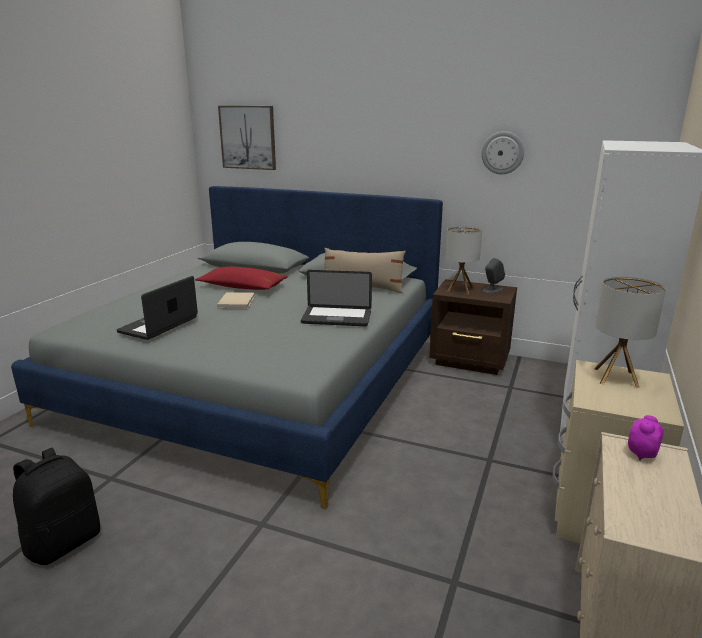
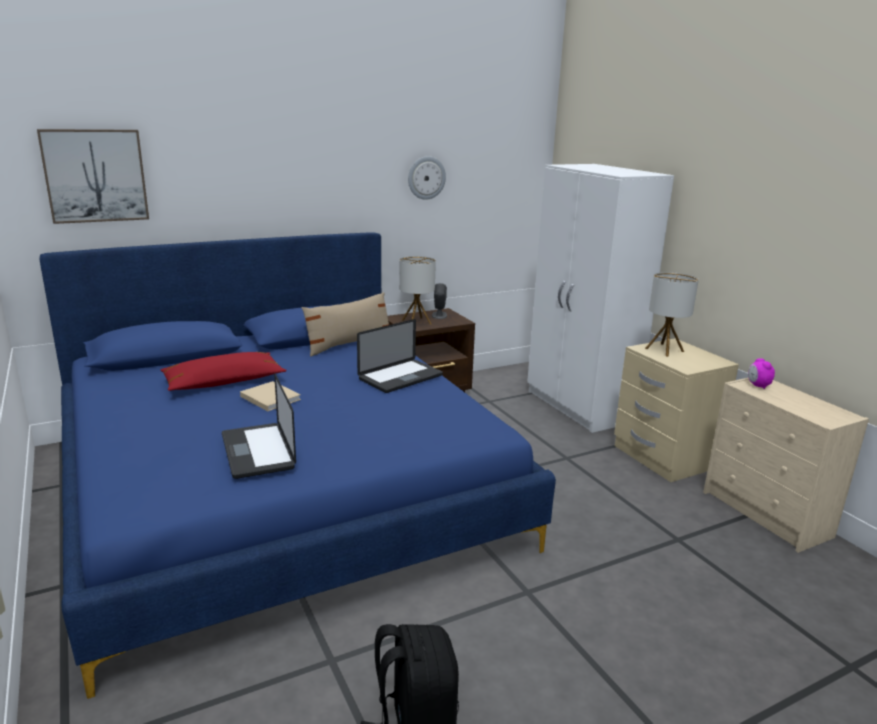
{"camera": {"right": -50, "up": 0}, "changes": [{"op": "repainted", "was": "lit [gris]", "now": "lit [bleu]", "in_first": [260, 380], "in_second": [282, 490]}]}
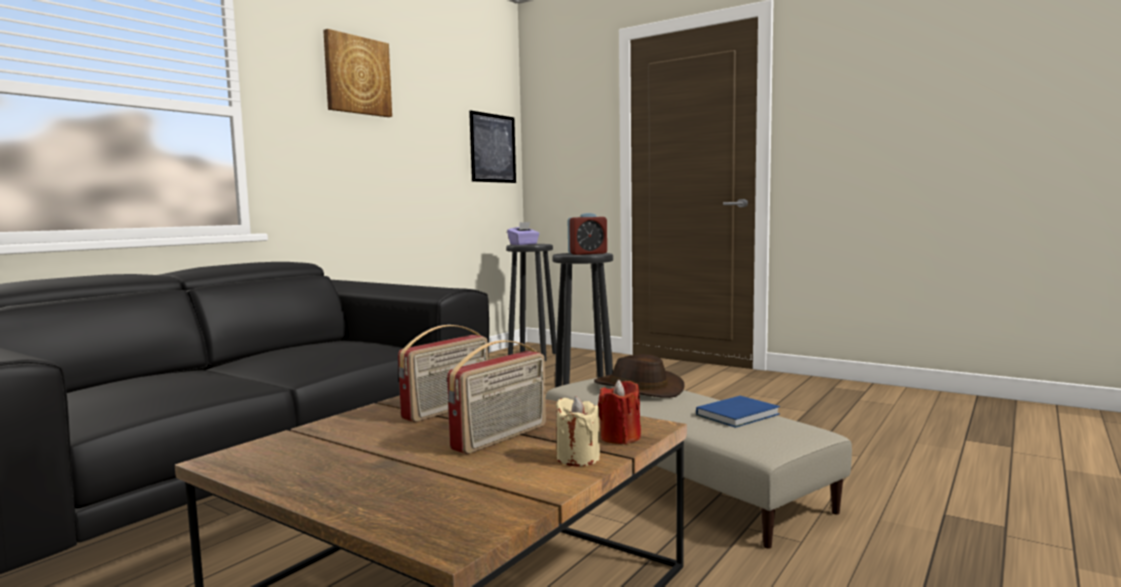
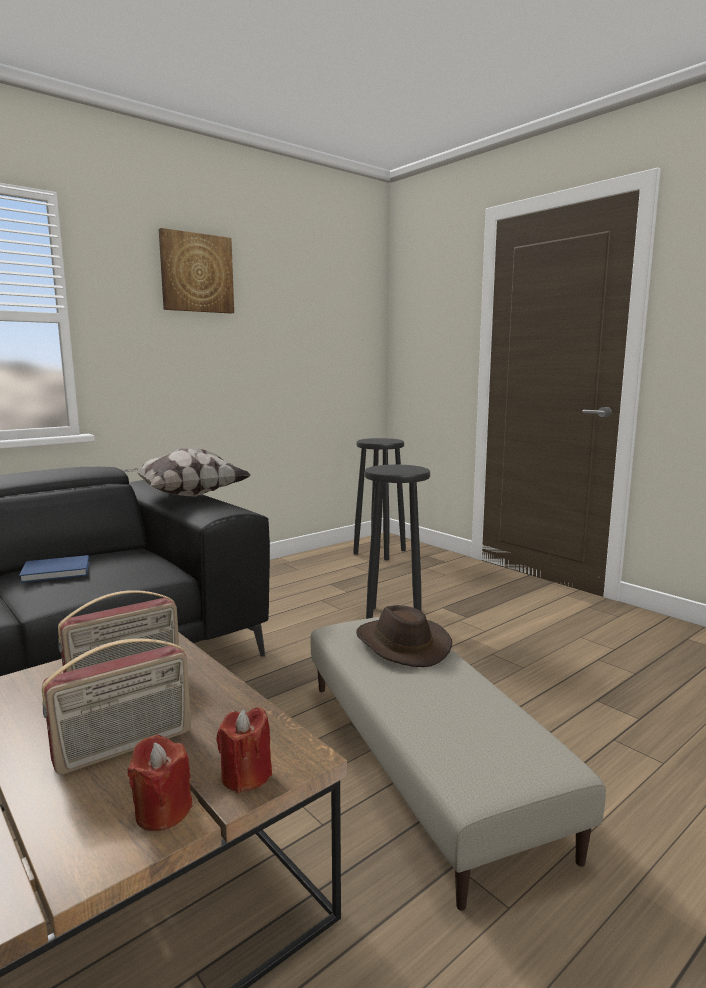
{"camera": {"right": 15, "up": 5}, "changes": [{"op": "gone", "was": "tableau", "in_first": [493, 148]}, {"op": "gone", "was": "boîte à mouchoirs [violet]", "in_first": [523, 244]}, {"op": "gone", "was": "réveil", "in_first": [587, 253]}, {"op": "new", "now": "coussin", "in_second": [187, 495]}, {"op": "shifted", "was": "livre [bleu]", "in_first": [740, 414], "in_second": [58, 572]}, {"op": "repainted", "was": "bougie [beige]", "now": "bougie [rouge]", "in_first": [578, 458], "in_second": [162, 811]}]}
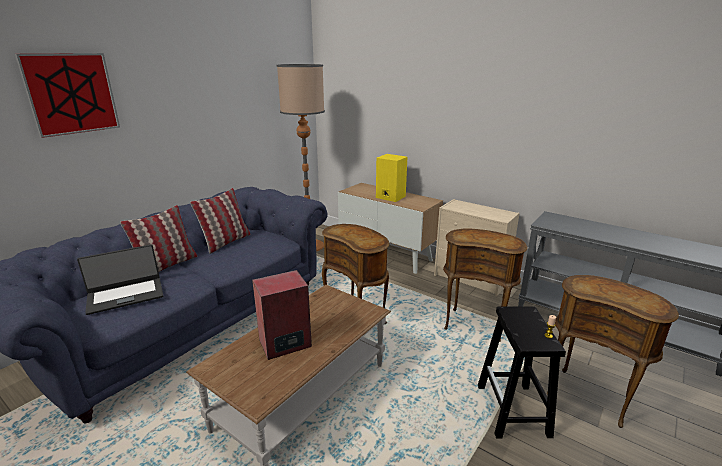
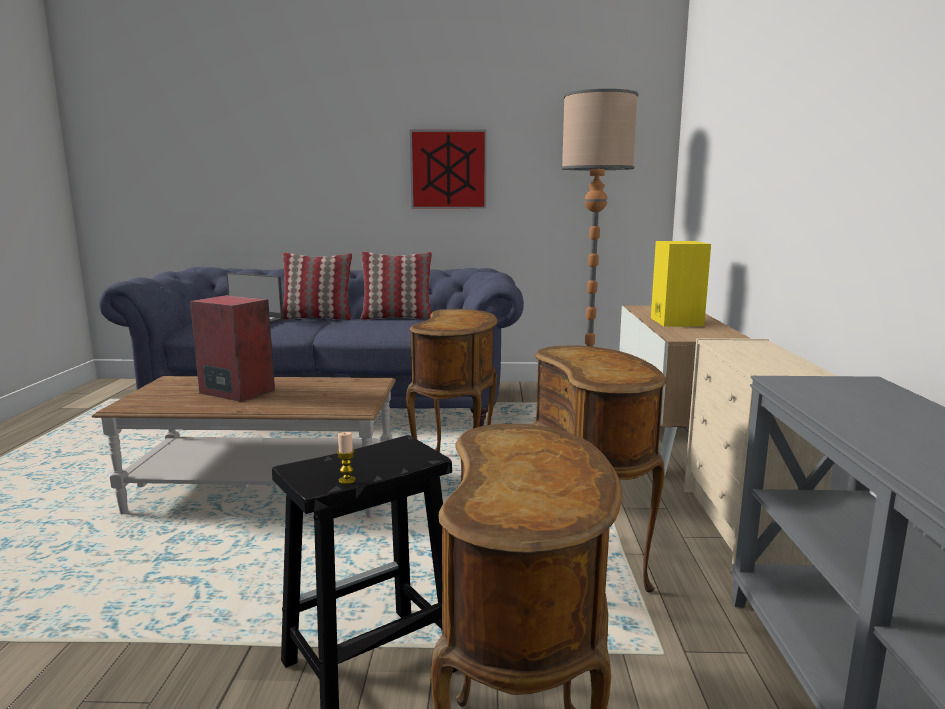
{"camera": {"right": 55, "up": -10}, "changes": [{"op": "shifted", "was": "tableau", "in_first": [71, 94], "in_second": [448, 169]}]}
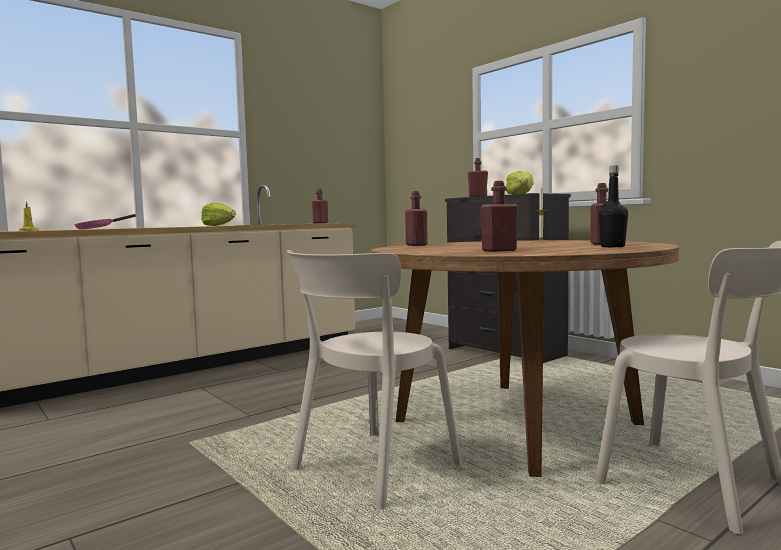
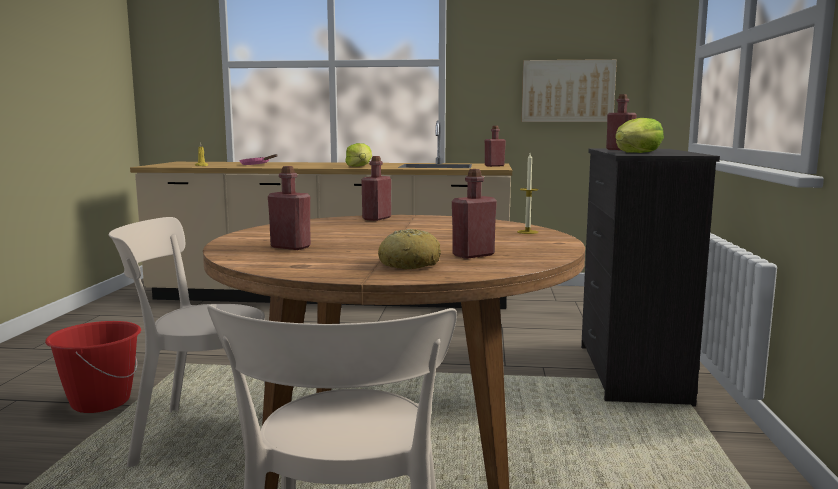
{"camera": {"right": 45, "up": 5}, "changes": [{"op": "new", "now": "seau [rouge]", "in_second": [100, 402]}, {"op": "new", "now": "tableau", "in_second": [567, 91]}, {"op": "swapped", "was": "bouteille [noir]", "now": "pain", "in_first": [612, 246], "in_second": [410, 264]}]}
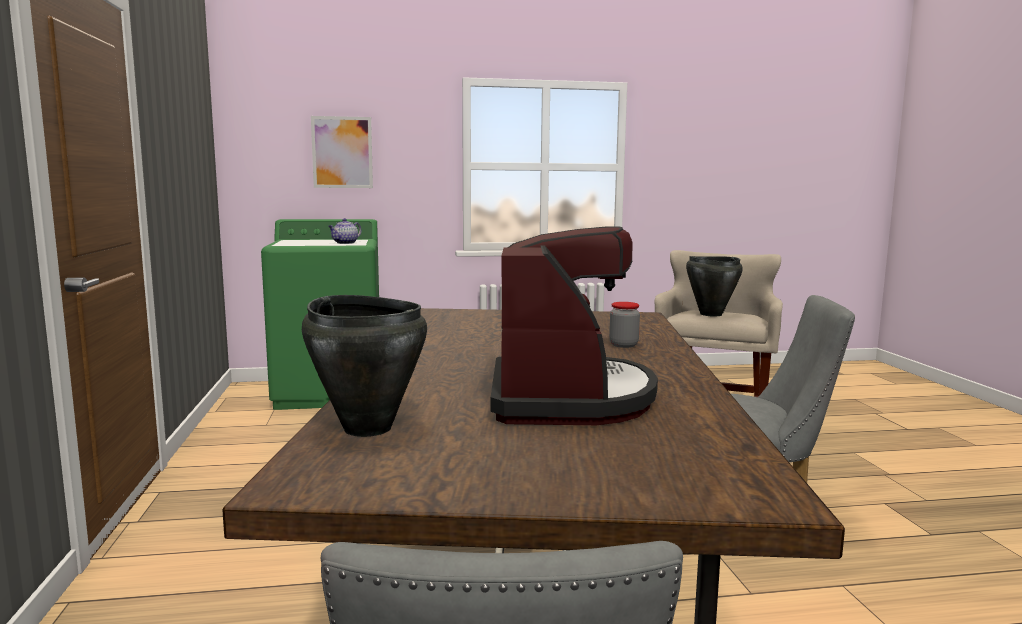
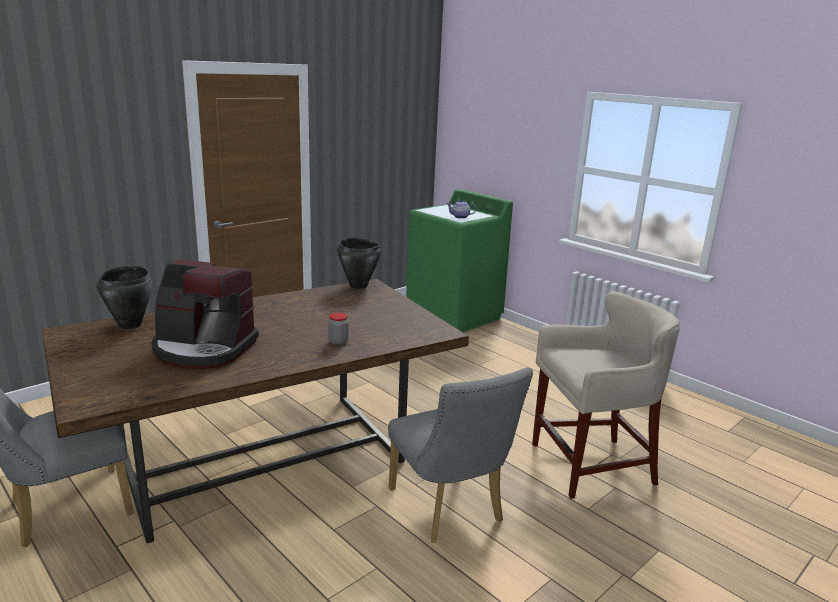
{"camera": {"right": 55, "up": 10}, "changes": [{"op": "gone", "was": "tableau", "in_first": [342, 152]}, {"op": "shifted", "was": "marmite [noir]", "in_first": [710, 314], "in_second": [358, 286]}, {"op": "rotated", "was": "machine à café", "in_first": [568, 398], "in_second": [204, 349], "clockwise": 45}]}
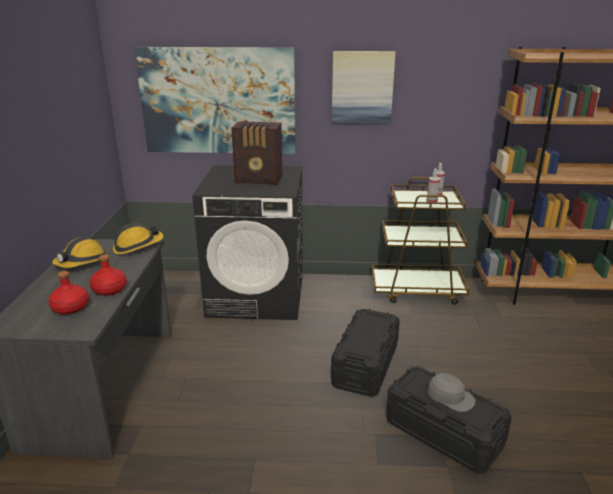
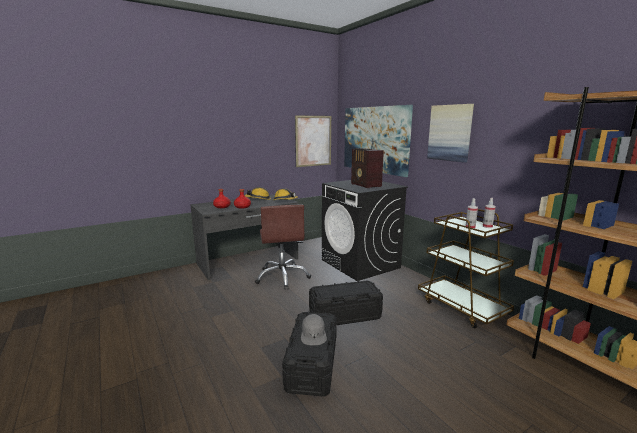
{"camera": {"right": 55, "up": -10}, "changes": [{"op": "new", "now": "chaise de bureau [marron]", "in_second": [282, 277]}, {"op": "new", "now": "tableau", "in_second": [313, 141]}]}
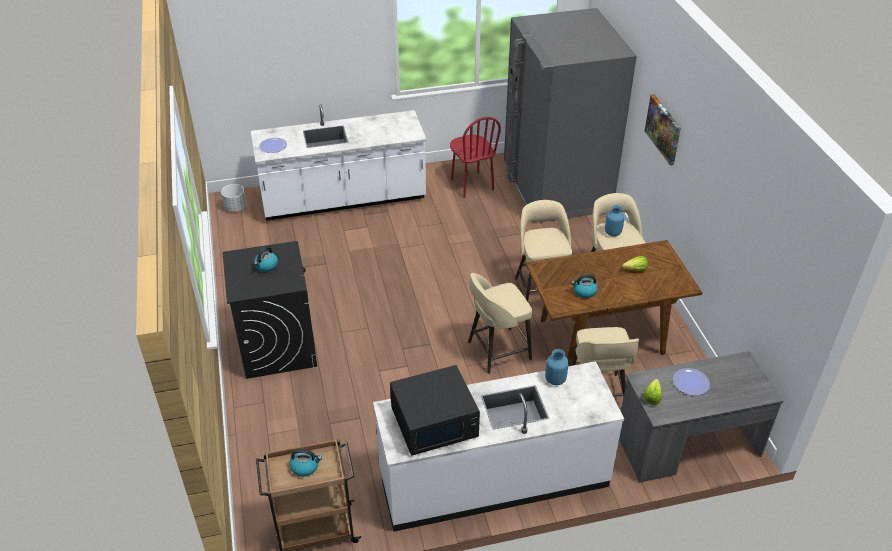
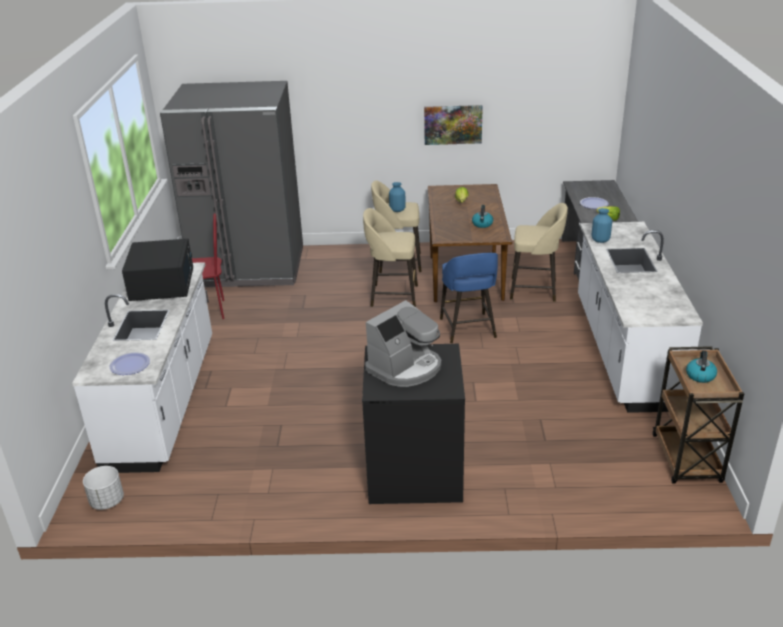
{"camera": {"right": -75, "up": -10}, "changes": [{"op": "shifted", "was": "micro-ondes [noir]", "in_first": [435, 422], "in_second": [162, 284]}, {"op": "shifted", "was": "tableau", "in_first": [663, 129], "in_second": [453, 124]}, {"op": "swapped", "was": "bouilloire", "now": "machine à café", "in_first": [266, 266], "in_second": [405, 368]}, {"op": "repainted", "was": "tabouret [beige]", "now": "tabouret [bleu]", "in_first": [497, 351], "in_second": [468, 329]}]}
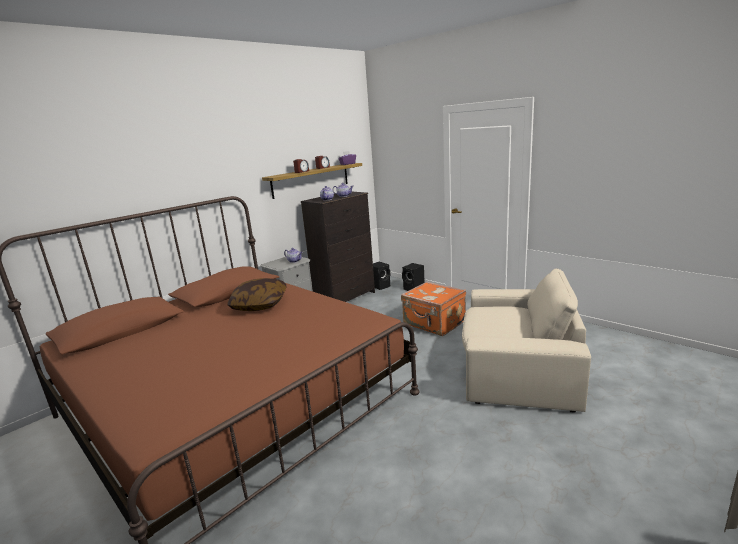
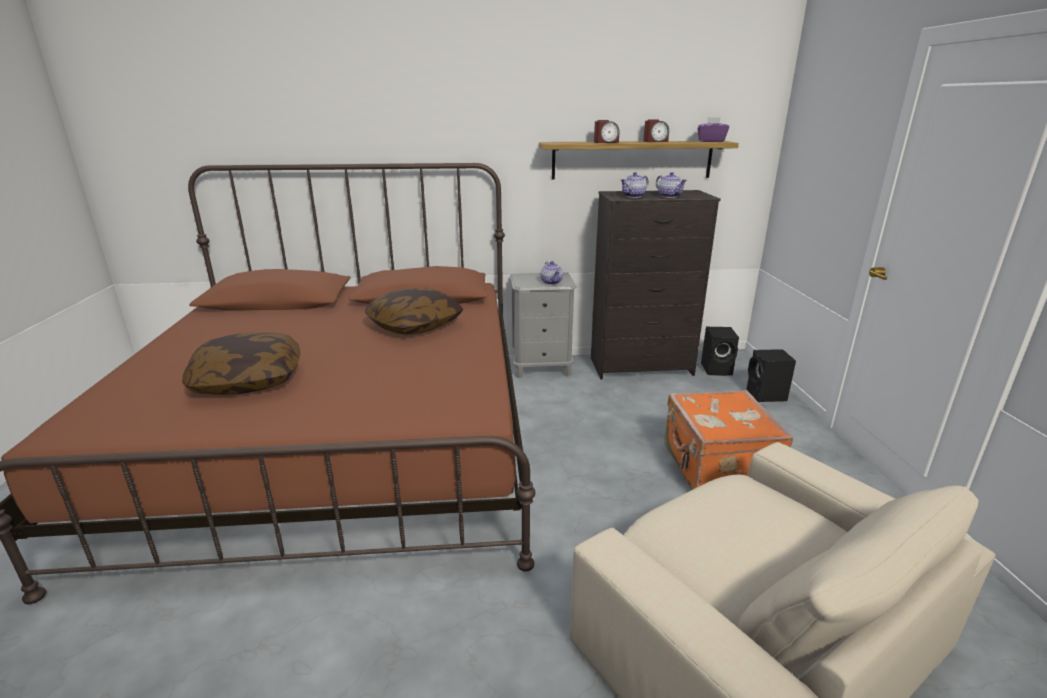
{"camera": {"right": 40, "up": 5}, "changes": [{"op": "new", "now": "coussin", "in_second": [248, 380]}]}
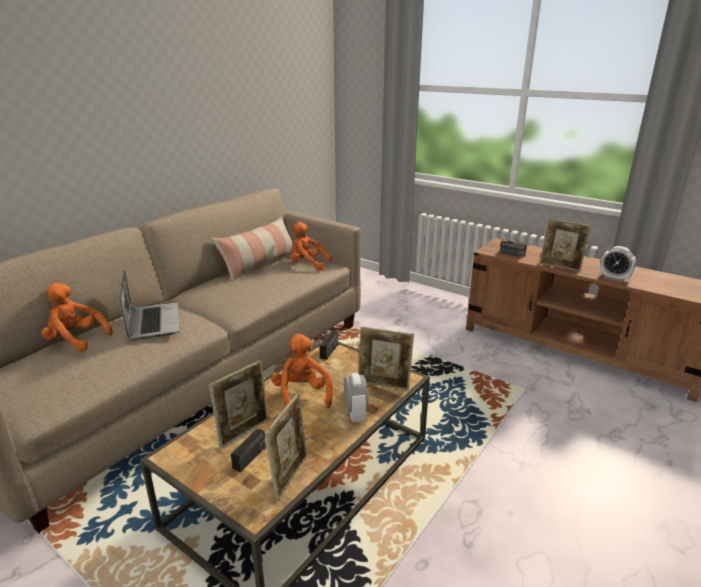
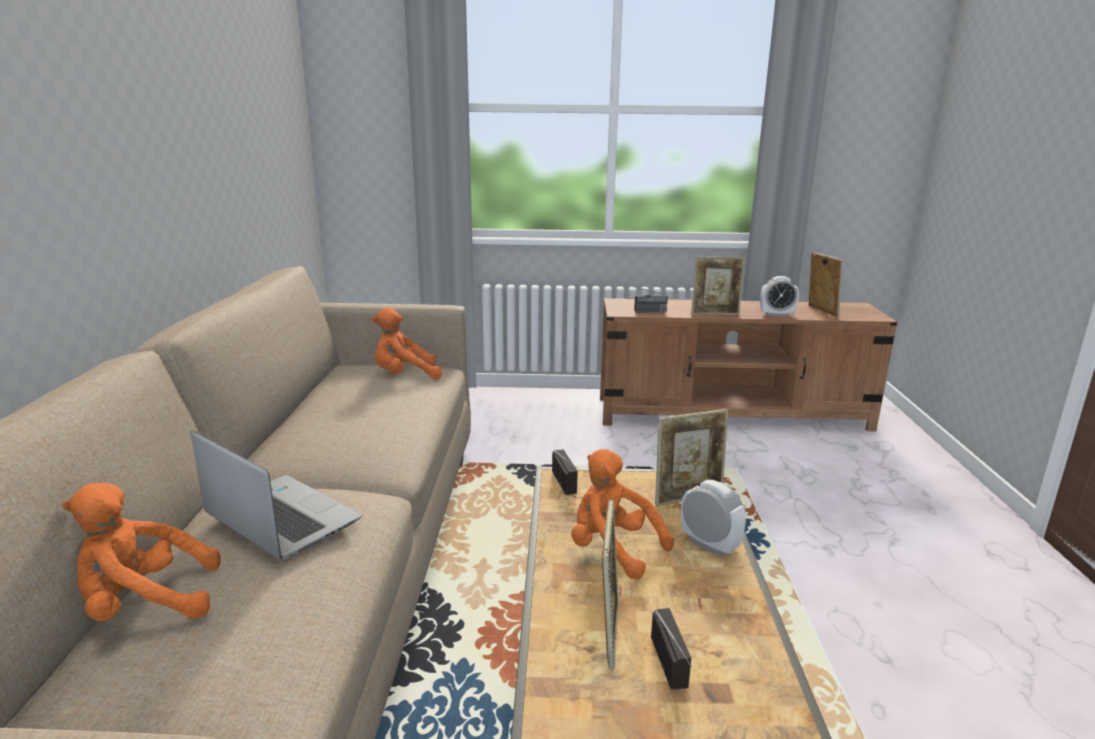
{"camera": {"right": -35, "up": -5}, "changes": [{"op": "gone", "was": "coussin", "in_first": [260, 265]}, {"op": "shifted", "was": "cadre photo", "in_first": [290, 475], "in_second": [820, 311]}]}
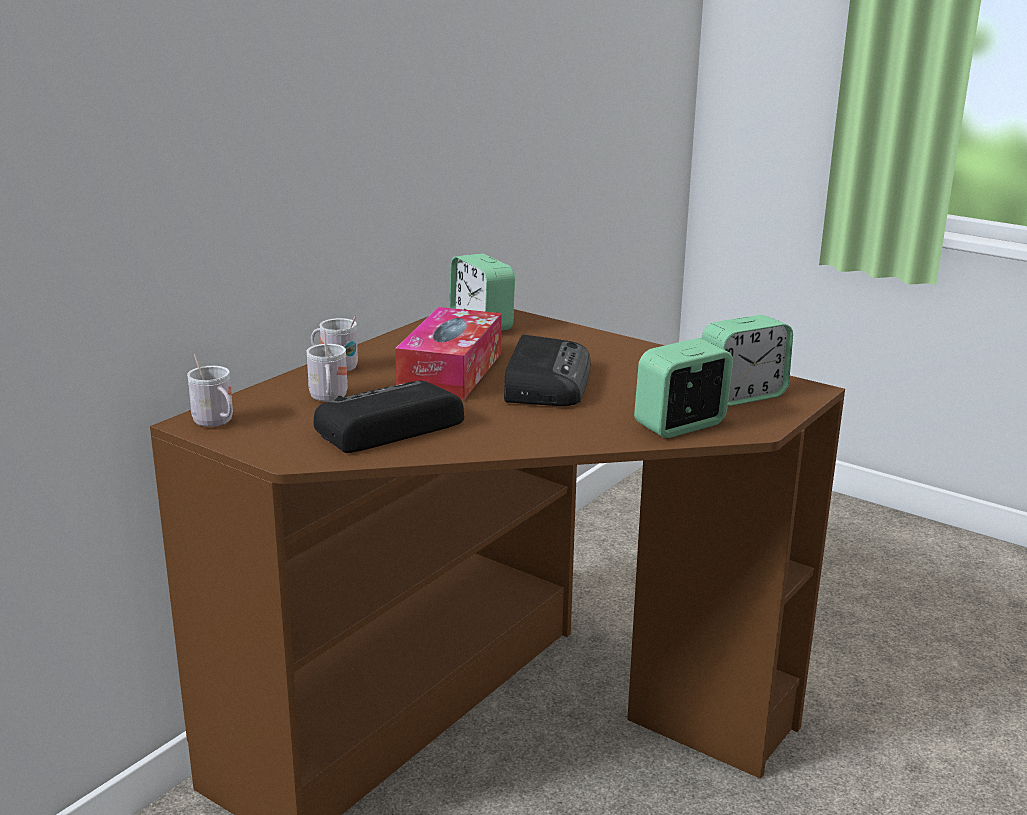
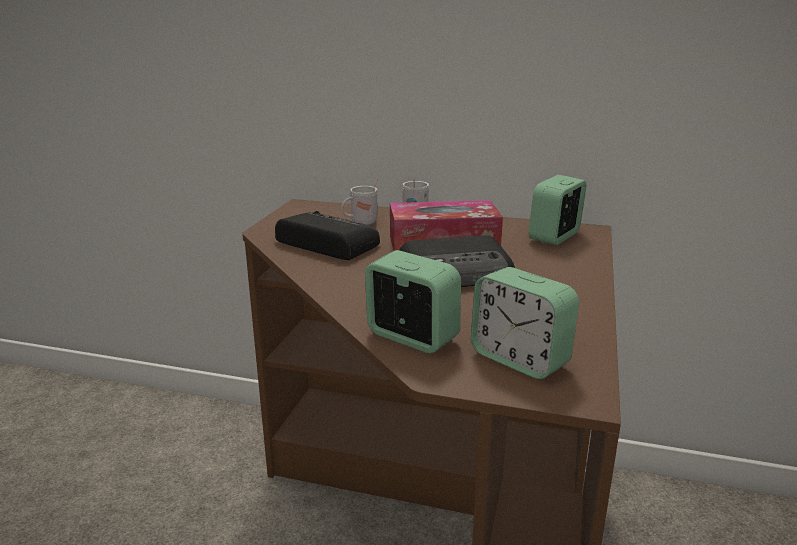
{"camera": {"right": 70, "up": 0}, "changes": [{"op": "gone", "was": "mug [blanc]", "in_first": [216, 424]}]}
